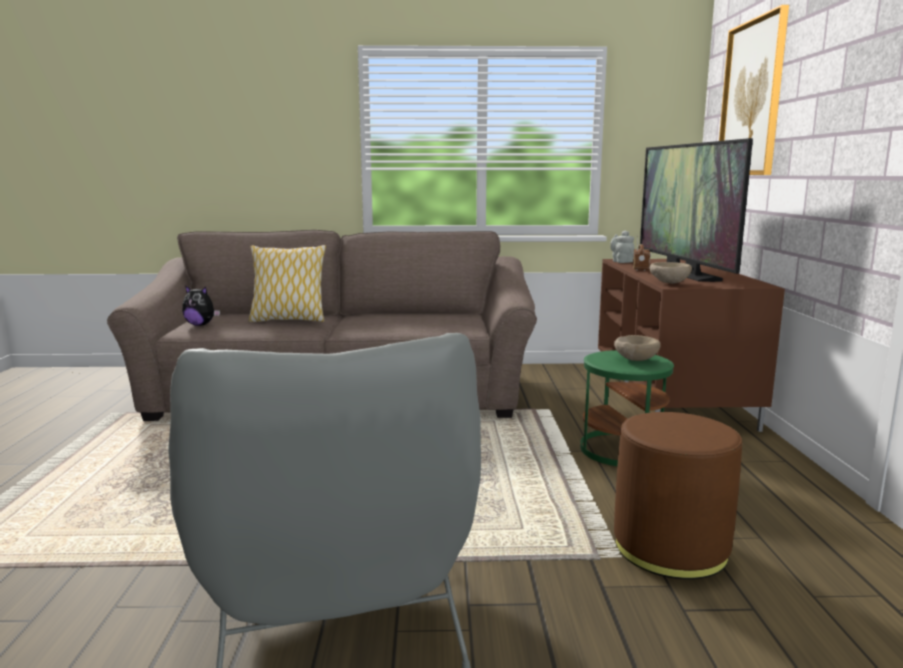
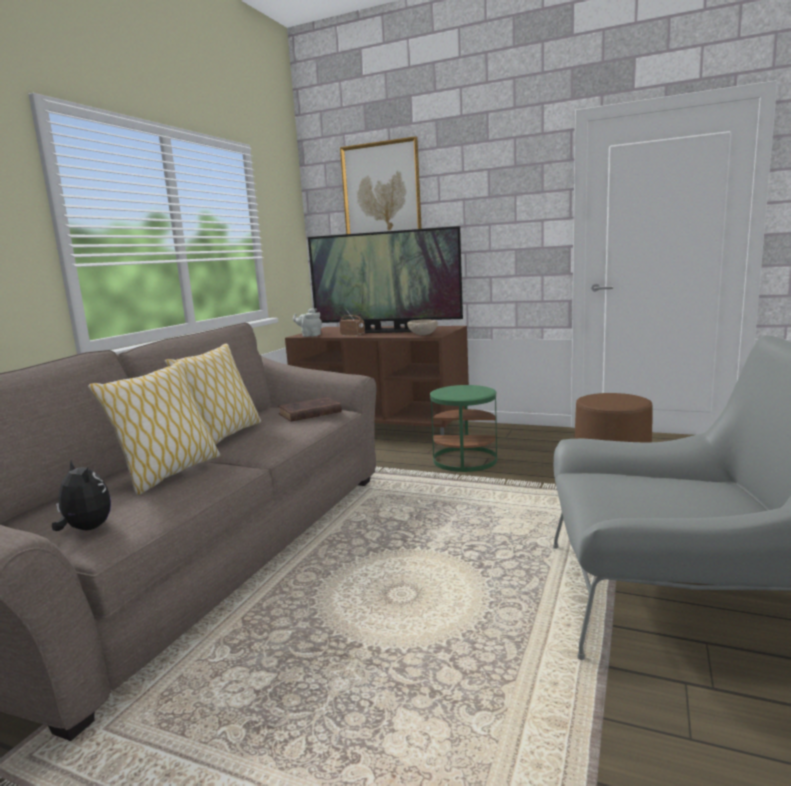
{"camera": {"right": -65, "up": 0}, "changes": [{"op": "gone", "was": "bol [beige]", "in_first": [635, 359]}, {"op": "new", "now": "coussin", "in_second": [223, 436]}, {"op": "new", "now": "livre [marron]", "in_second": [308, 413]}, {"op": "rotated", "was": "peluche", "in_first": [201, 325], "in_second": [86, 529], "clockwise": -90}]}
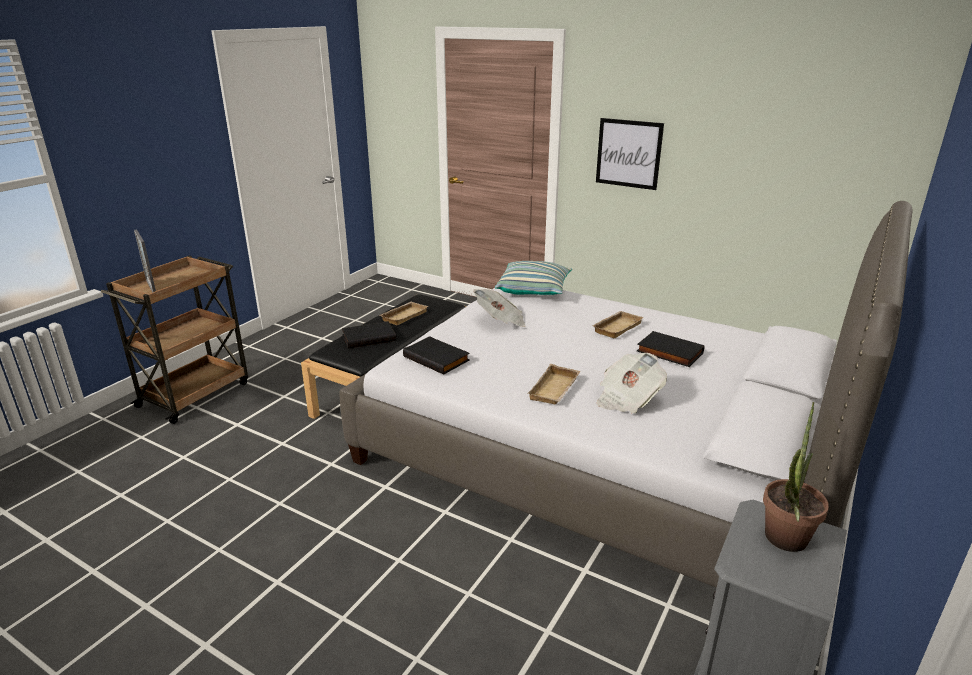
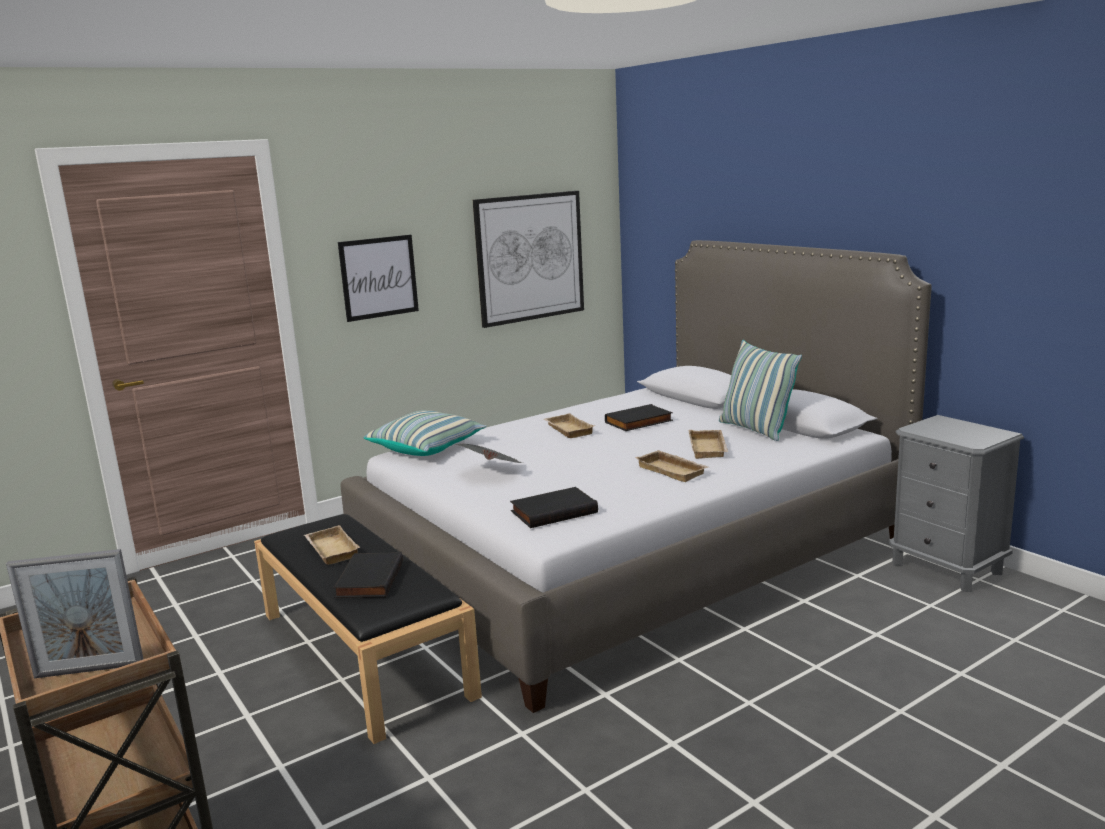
{"camera": {"right": -65, "up": -10}, "changes": [{"op": "gone", "was": "plante en pot", "in_first": [783, 543]}, {"op": "new", "now": "tableau", "in_second": [529, 257]}, {"op": "new", "now": "coussin", "in_second": [755, 430]}, {"op": "swapped", "was": "journal", "now": "plateau [beige]", "in_first": [627, 398], "in_second": [709, 449]}]}
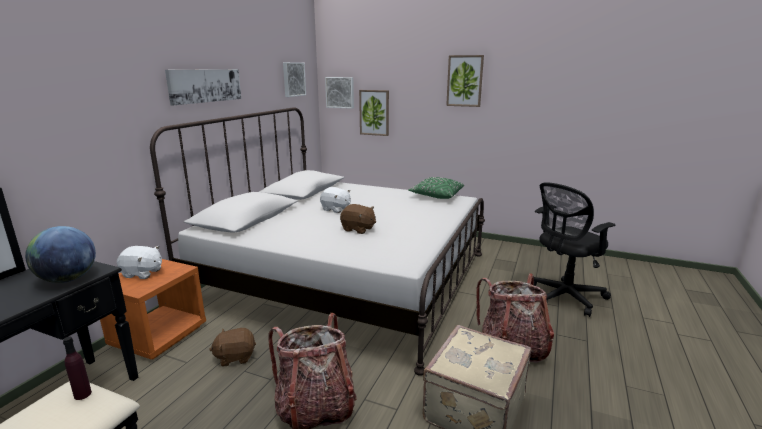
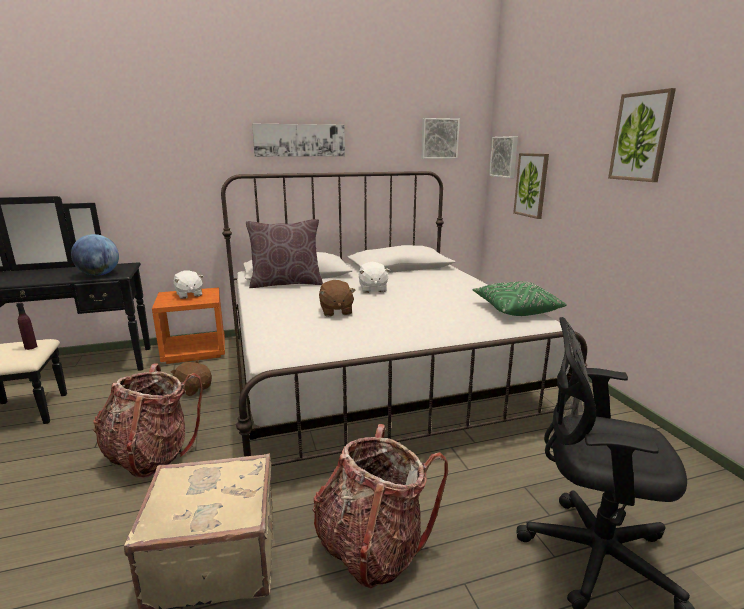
{"camera": {"right": 50, "up": 0}, "changes": [{"op": "new", "now": "coussin [marron]", "in_second": [286, 283]}]}
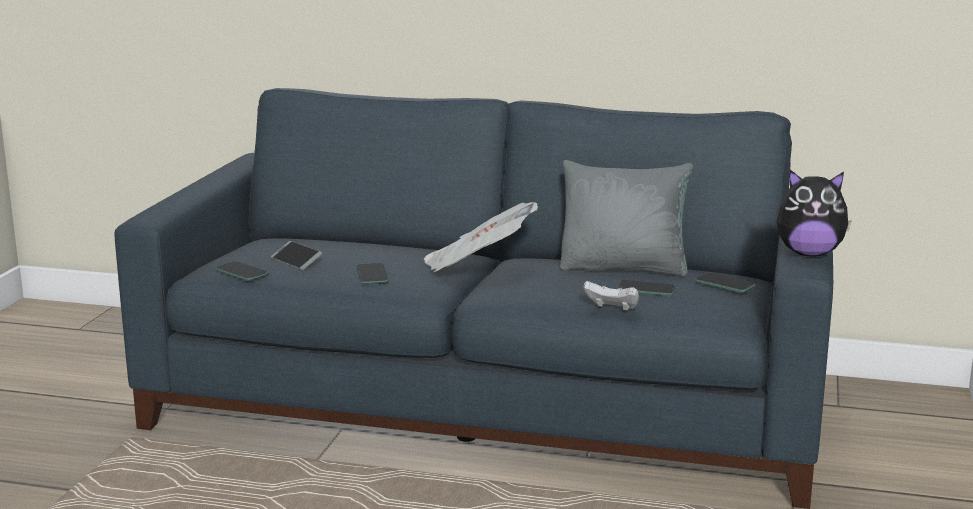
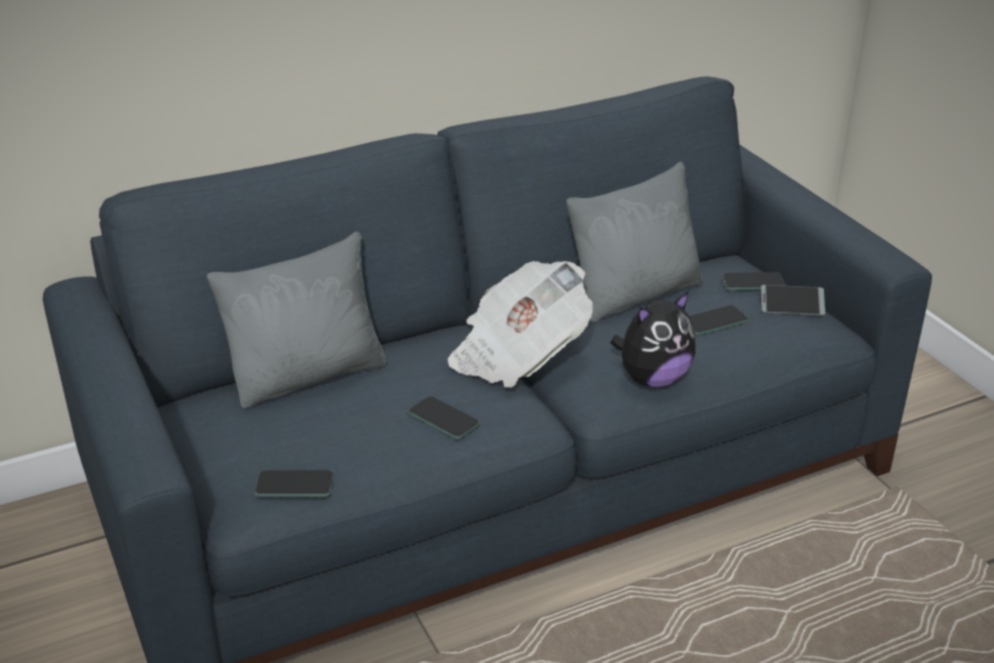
{"camera": {"right": -40, "up": 15}, "changes": [{"op": "gone", "was": "manette [blanc]", "in_first": [612, 309]}, {"op": "new", "now": "coussin [gris]", "in_second": [308, 375]}, {"op": "shifted", "was": "téléphone", "in_first": [296, 261], "in_second": [791, 306]}, {"op": "shifted", "was": "peluche", "in_first": [809, 253], "in_second": [652, 379]}]}
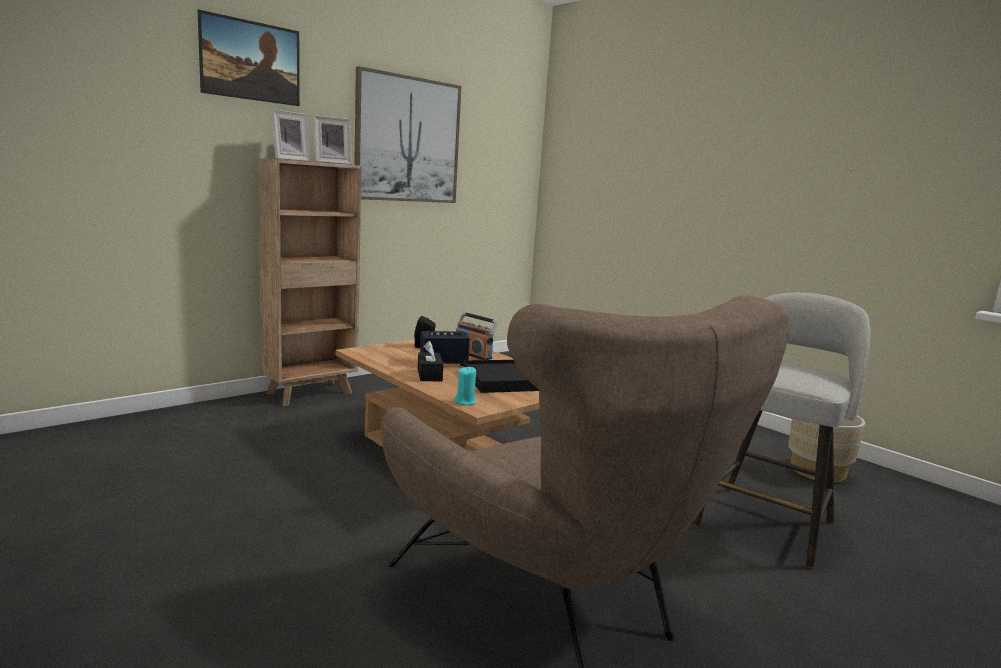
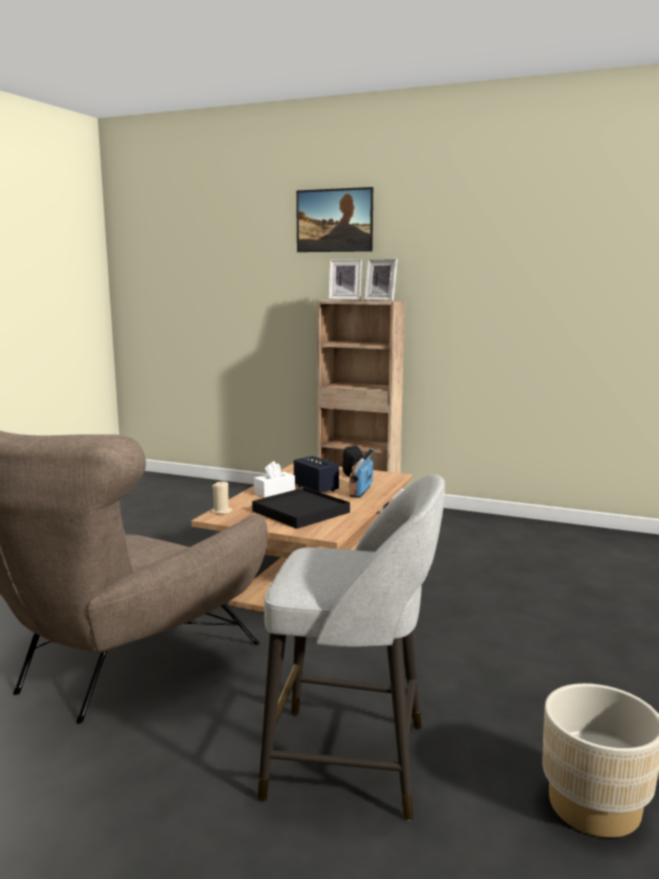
{"camera": {"right": 65, "up": 0}, "changes": [{"op": "gone", "was": "tableau", "in_first": [408, 140]}, {"op": "repainted", "was": "boîte à mouchoirs [noir]", "now": "boîte à mouchoirs [blanc]", "in_first": [429, 375], "in_second": [274, 491]}, {"op": "repainted", "was": "bougie [turquoise]", "now": "bougie [beige]", "in_first": [465, 402], "in_second": [222, 511]}]}
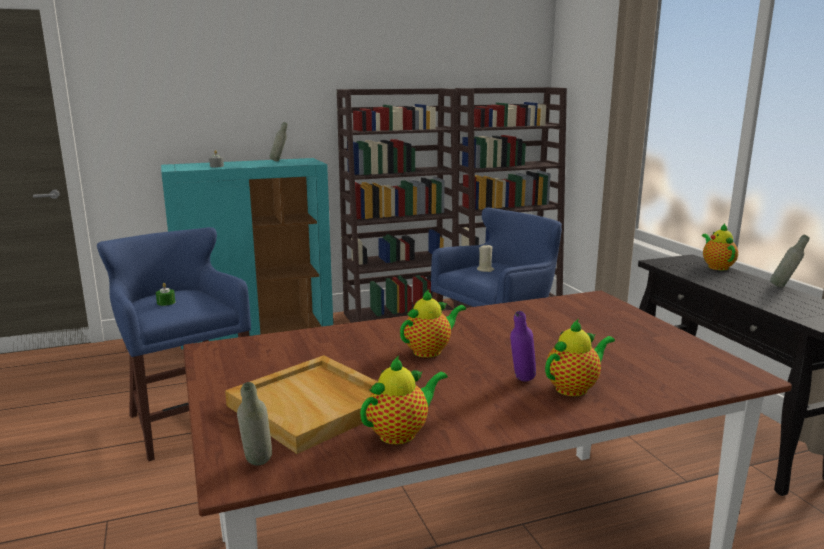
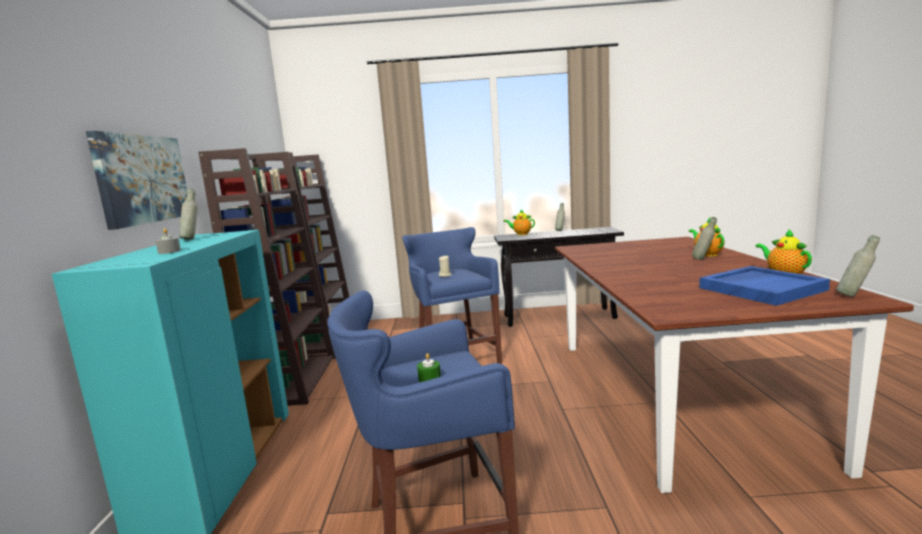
{"camera": {"right": -70, "up": -5}, "changes": [{"op": "gone", "was": "théière", "in_first": [430, 351]}, {"op": "new", "now": "tableau", "in_second": [142, 179]}, {"op": "repainted", "was": "plateau [beige]", "now": "plateau [bleu]", "in_first": [314, 406], "in_second": [761, 288]}, {"op": "repainted", "was": "bouteille [violet]", "now": "bouteille [gris]", "in_first": [521, 382], "in_second": [703, 259]}]}
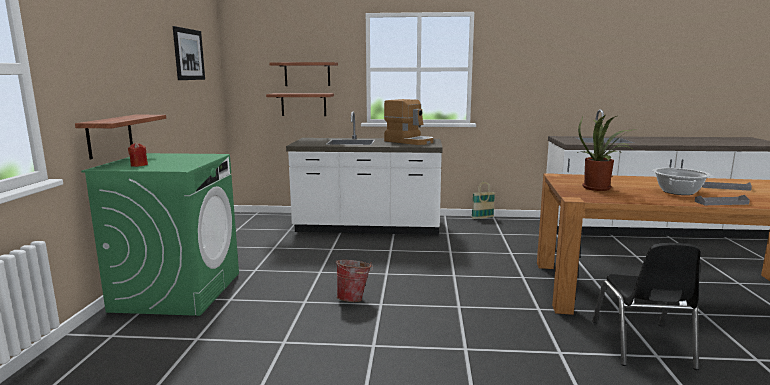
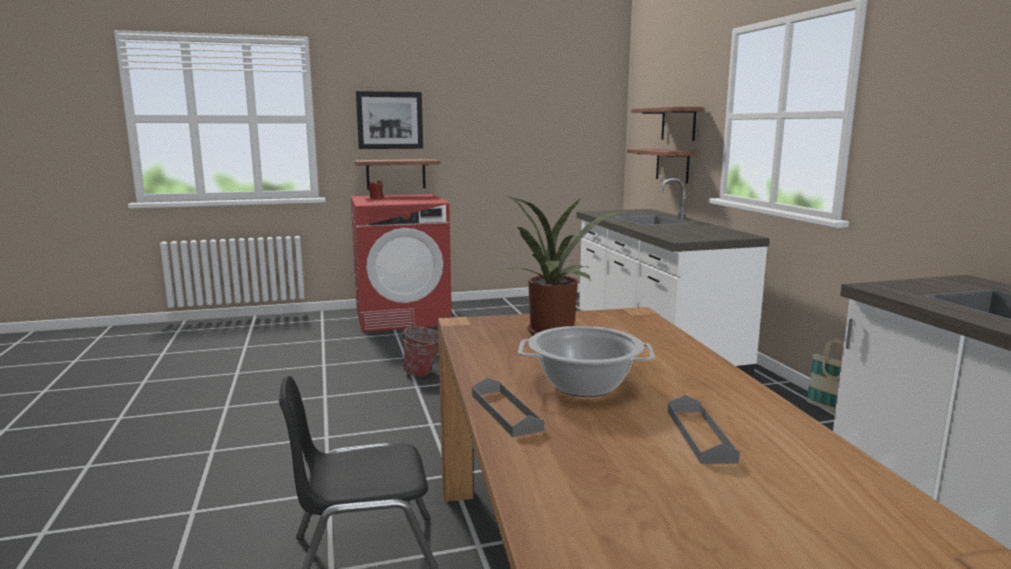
{"camera": {"right": 70, "up": 0}, "changes": [{"op": "gone", "was": "machine à café", "in_first": [409, 141]}, {"op": "shifted", "was": "tableau", "in_first": [189, 54], "in_second": [390, 120]}, {"op": "repainted", "was": "lave-linge [vert]", "now": "lave-linge [rouge]", "in_first": [178, 291], "in_second": [403, 317]}]}
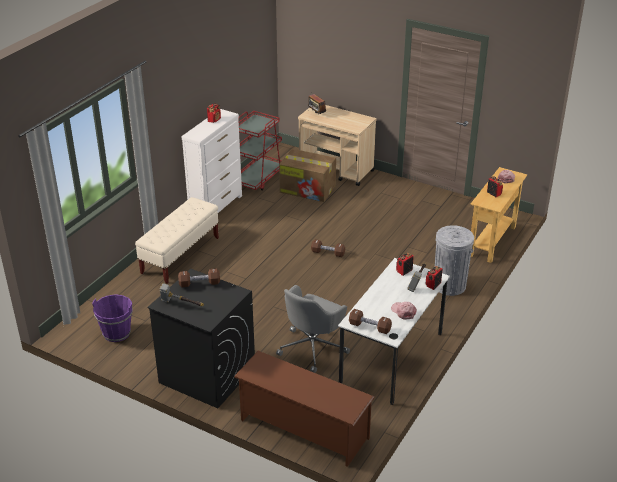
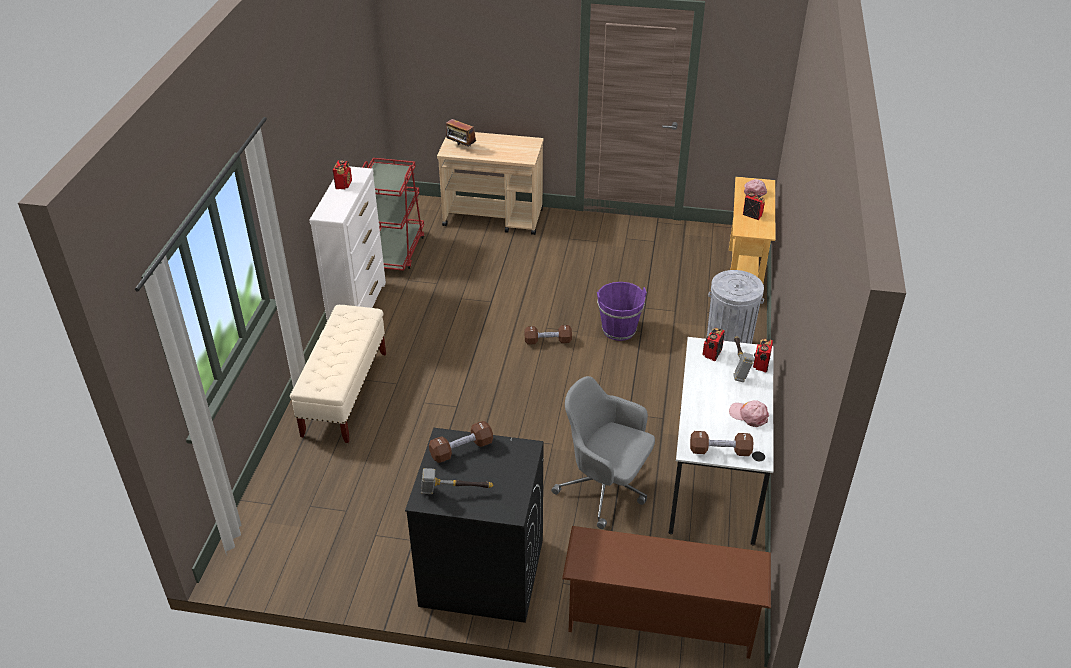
{"camera": {"right": -20, "up": 5}, "changes": [{"op": "gone", "was": "carton", "in_first": [308, 189]}, {"op": "shifted", "was": "seau [violet]", "in_first": [117, 333], "in_second": [619, 330]}, {"op": "rotated", "was": "chaise de bureau [gris]", "in_first": [313, 347], "in_second": [605, 488], "clockwise": 105}]}
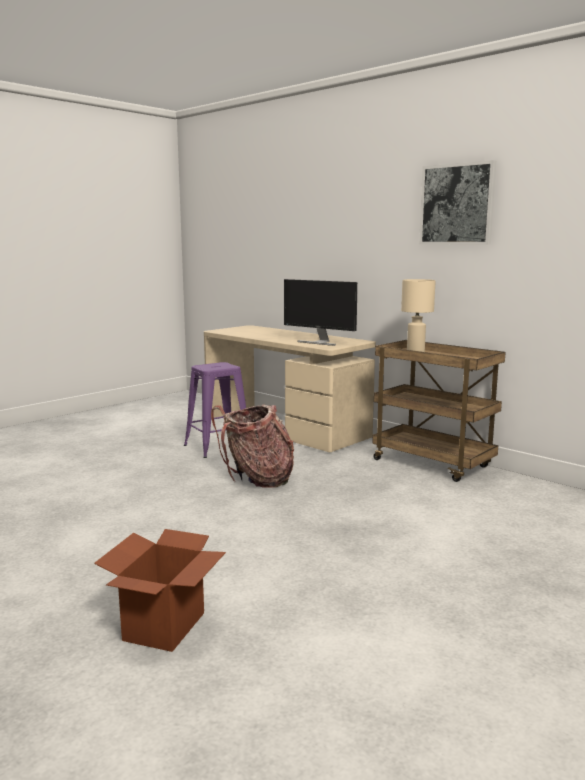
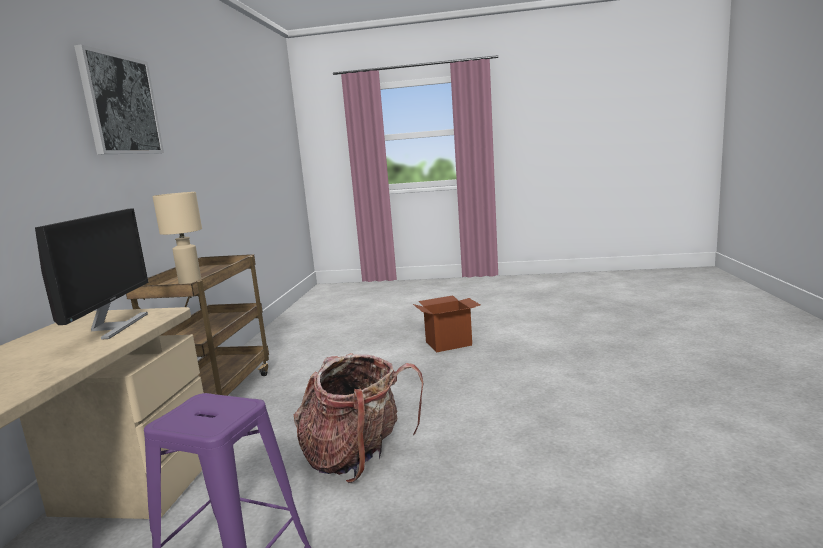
{"camera": {"right": -125, "up": 0}, "changes": [{"op": "shifted", "was": "carton", "in_first": [164, 627], "in_second": [449, 343]}]}
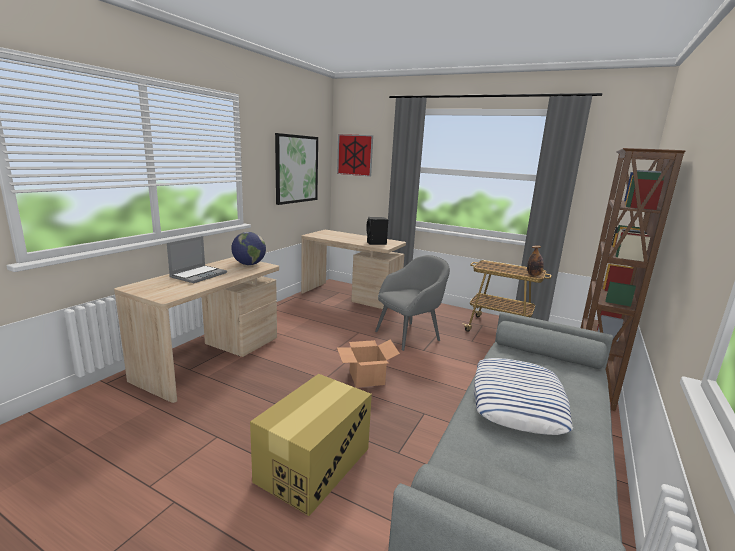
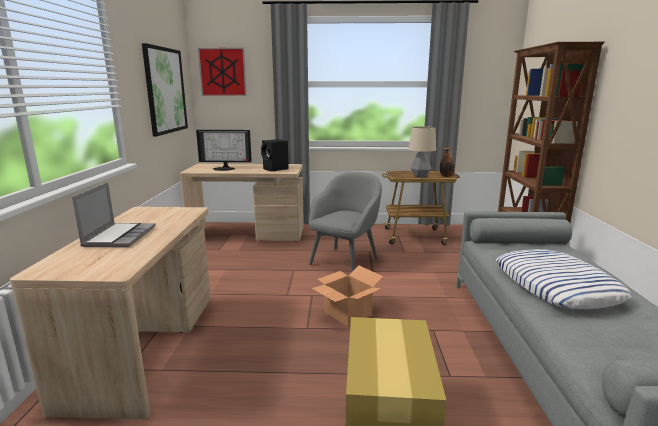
{"camera": {"right": -25, "up": 0}, "changes": [{"op": "gone", "was": "globe", "in_first": [249, 264]}, {"op": "new", "now": "écran d'ordinateur", "in_second": [224, 168]}, {"op": "new", "now": "lampe de table", "in_second": [420, 176]}]}
